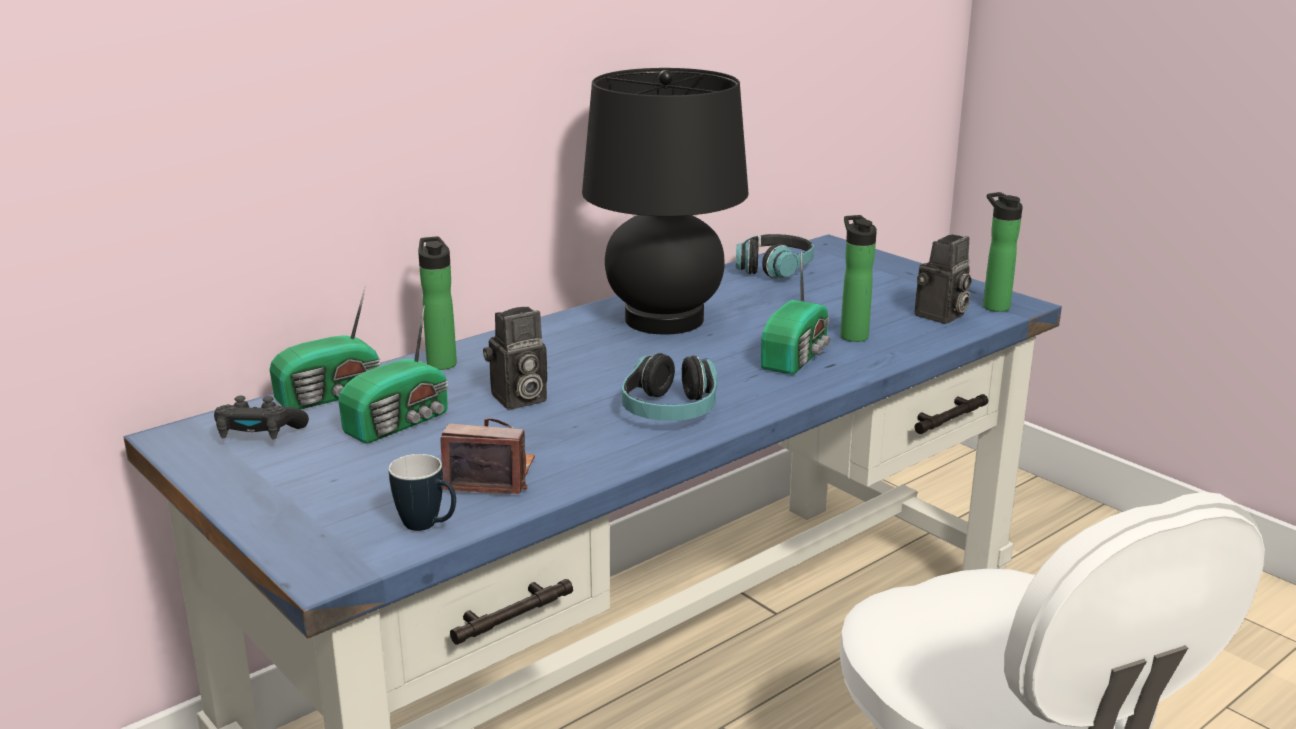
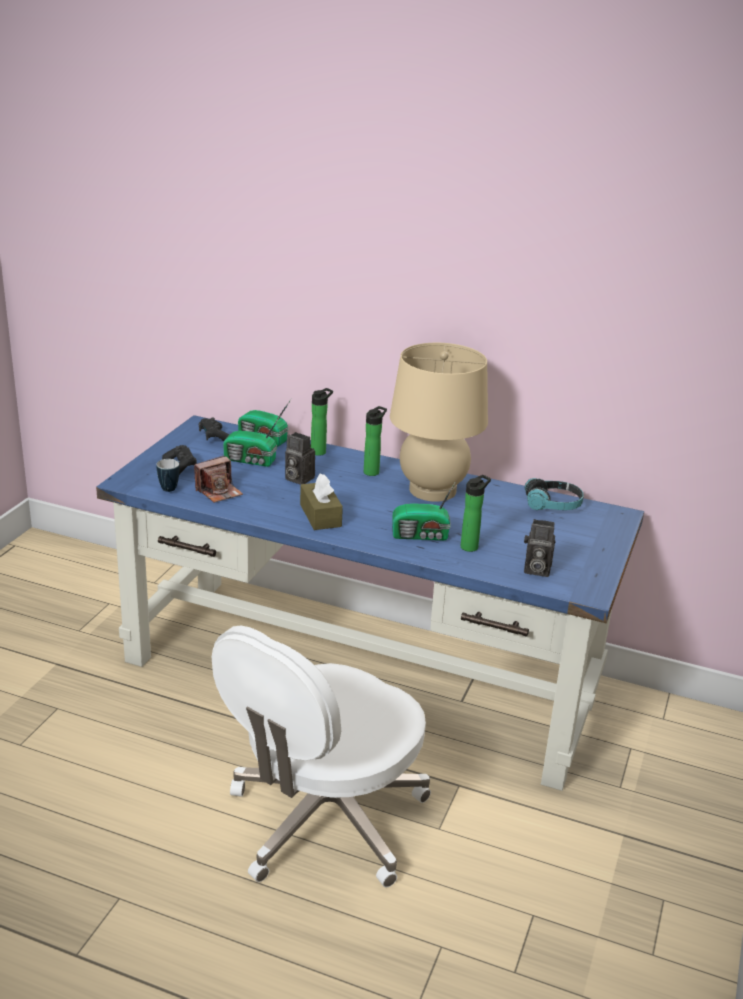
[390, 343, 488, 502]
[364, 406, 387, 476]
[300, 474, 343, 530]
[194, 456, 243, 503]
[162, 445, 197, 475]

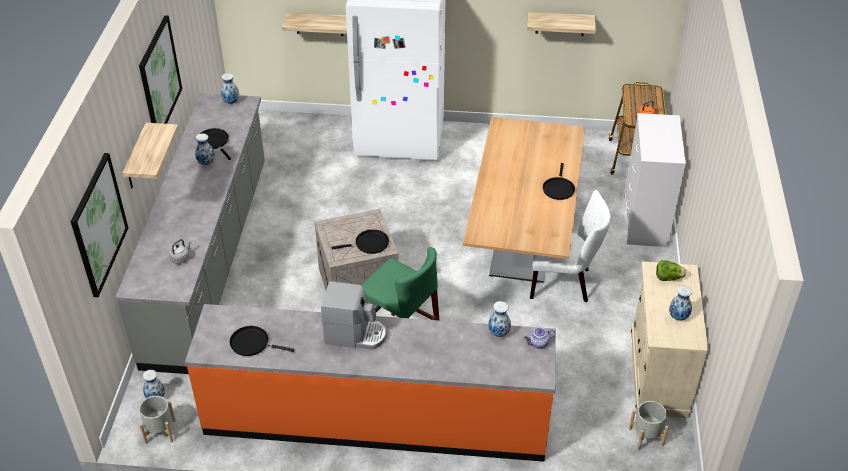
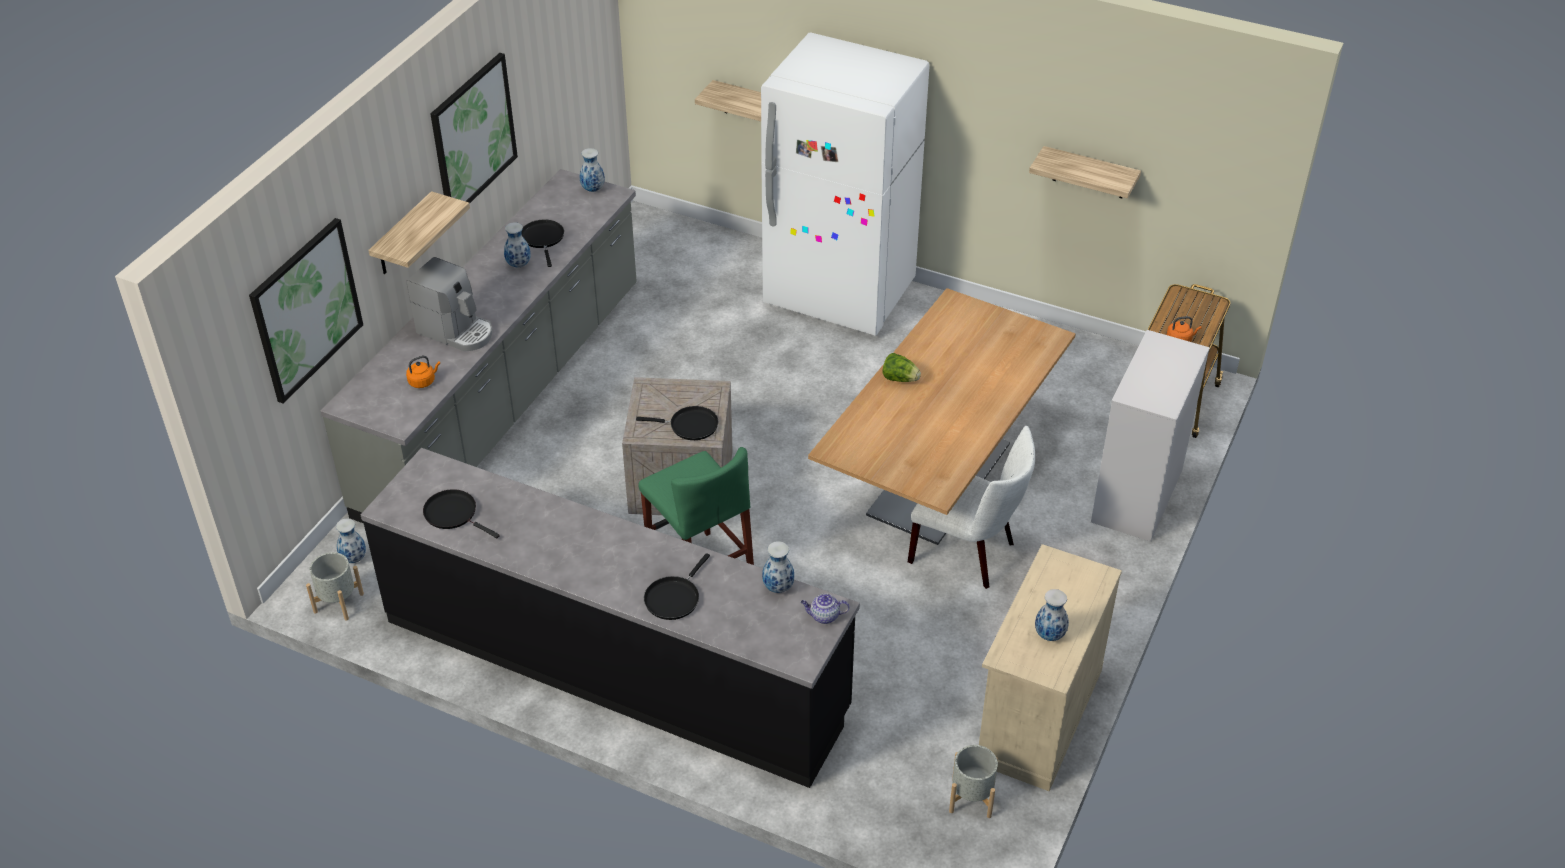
[644, 553, 710, 620]
[406, 356, 440, 388]
[882, 353, 921, 382]
[406, 257, 492, 352]
[361, 448, 860, 788]

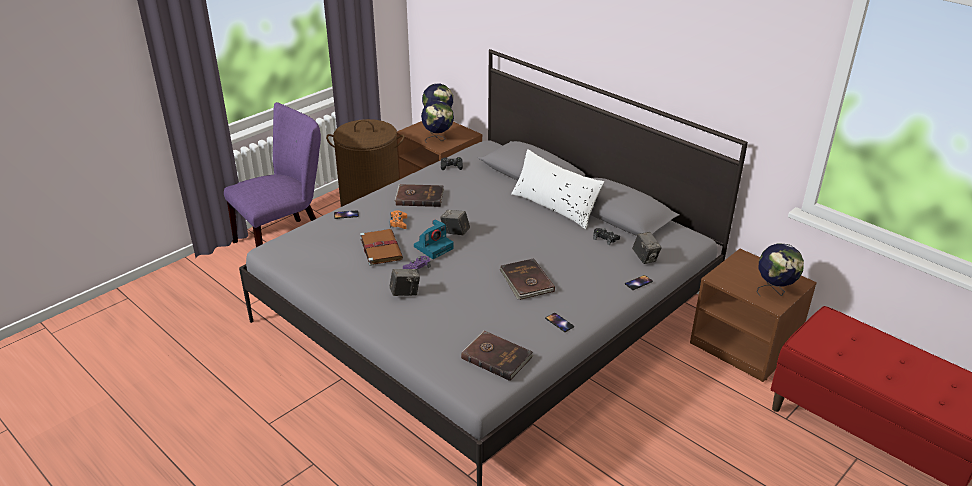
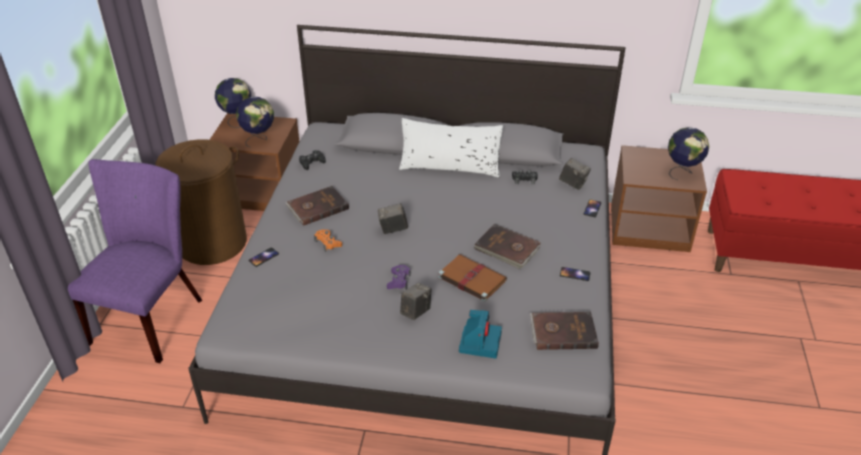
[459, 310, 502, 358]
[438, 254, 507, 302]

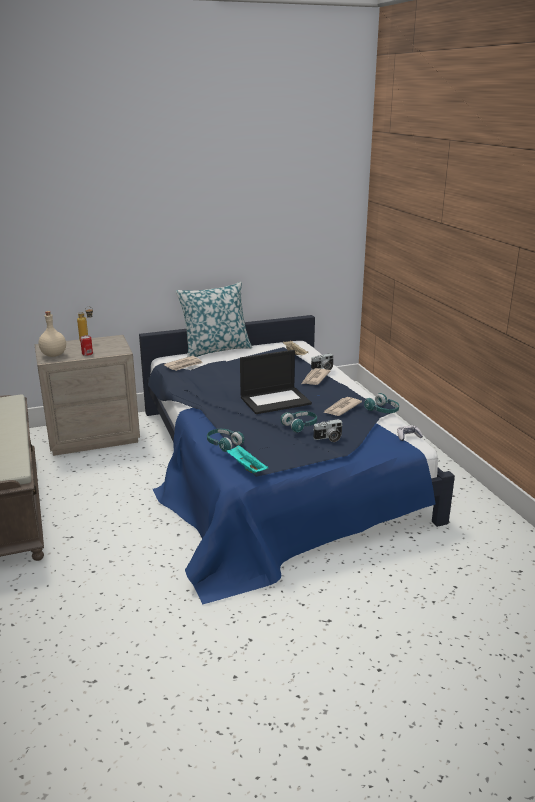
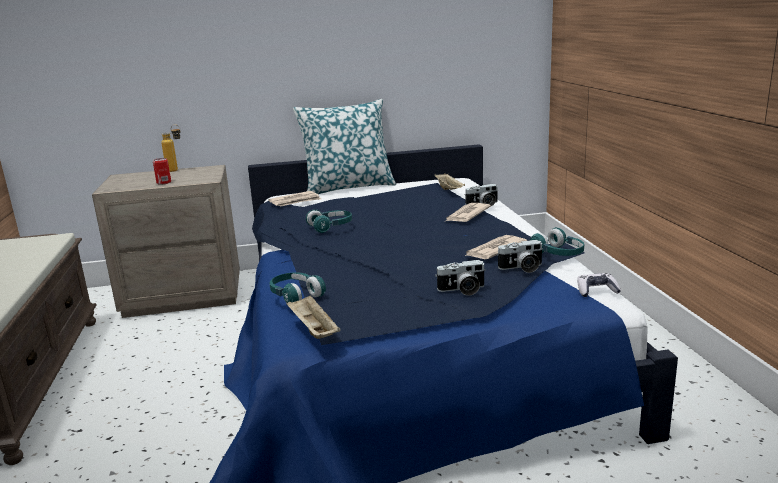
[38, 311, 66, 357] (first image)
[240, 350, 312, 414] (first image)
[306, 209, 352, 233]
[286, 295, 341, 339]
[498, 240, 543, 273]

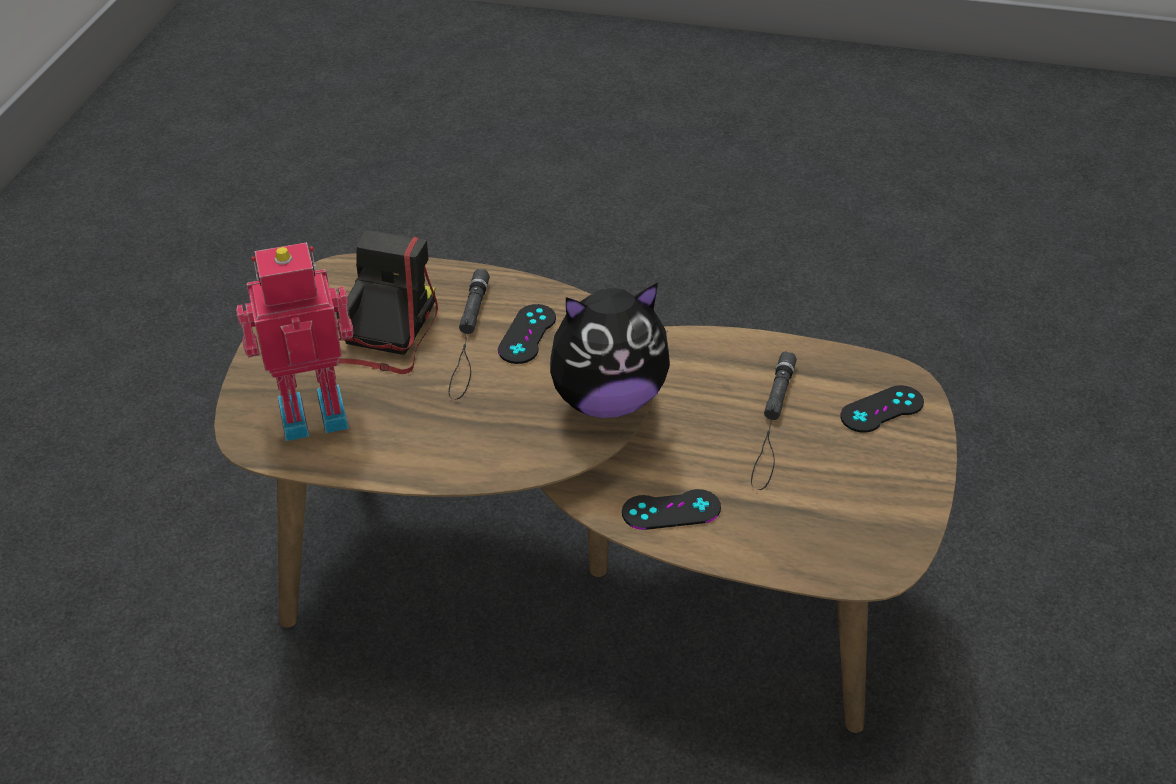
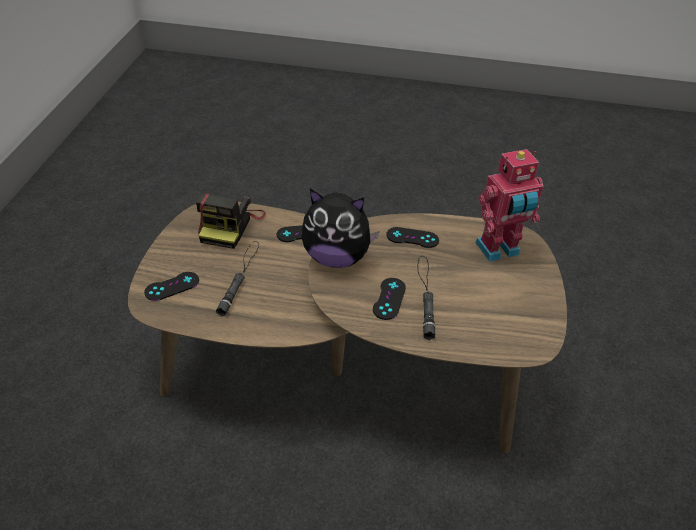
[196, 194, 266, 249]
[301, 189, 380, 268]
[386, 227, 439, 248]

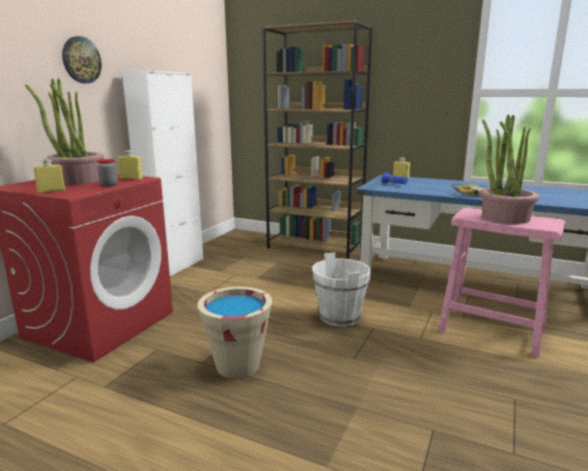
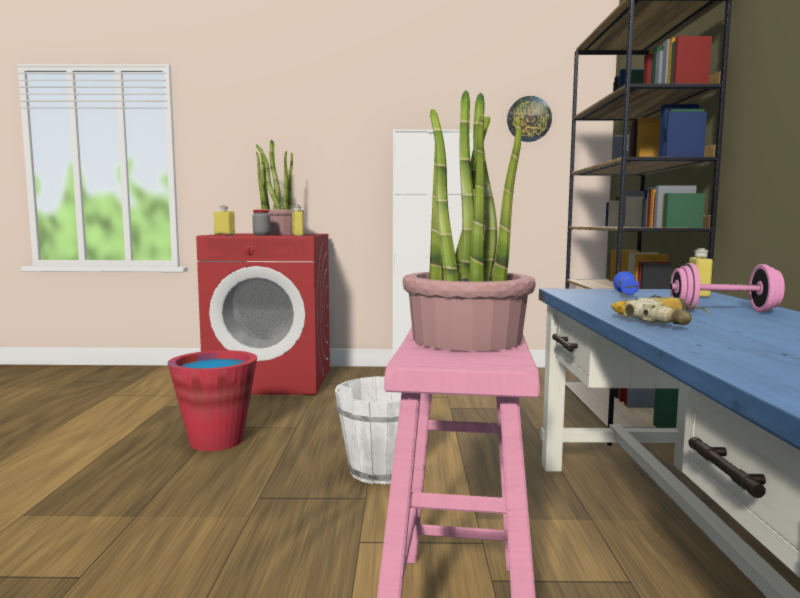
[507, 96, 552, 142]
[168, 350, 257, 451]
[670, 263, 785, 312]

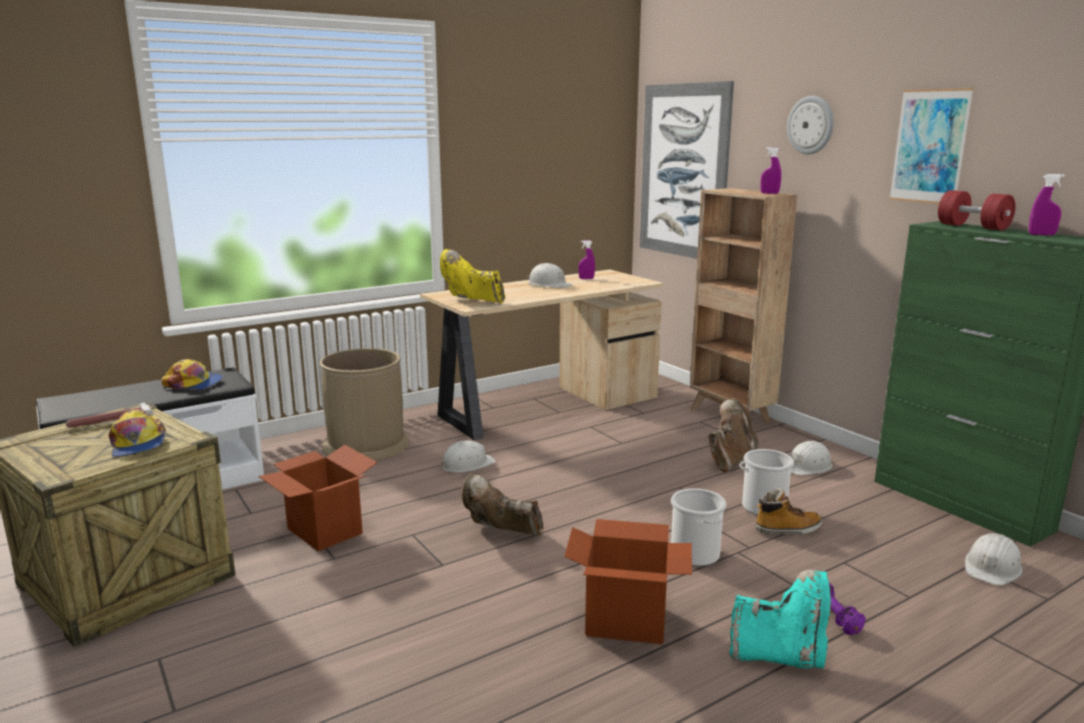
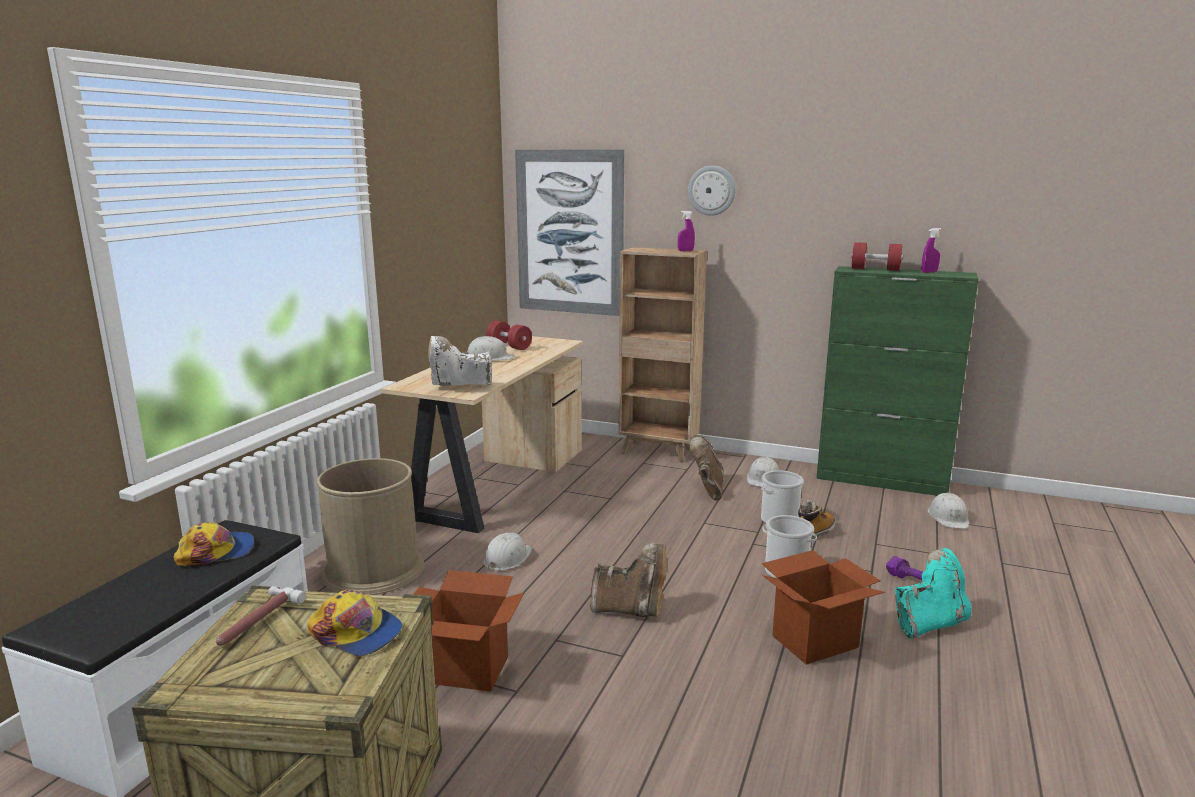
[889, 88, 974, 204] (first image)
[486, 320, 532, 350]
[428, 336, 492, 386]
[590, 543, 667, 617]

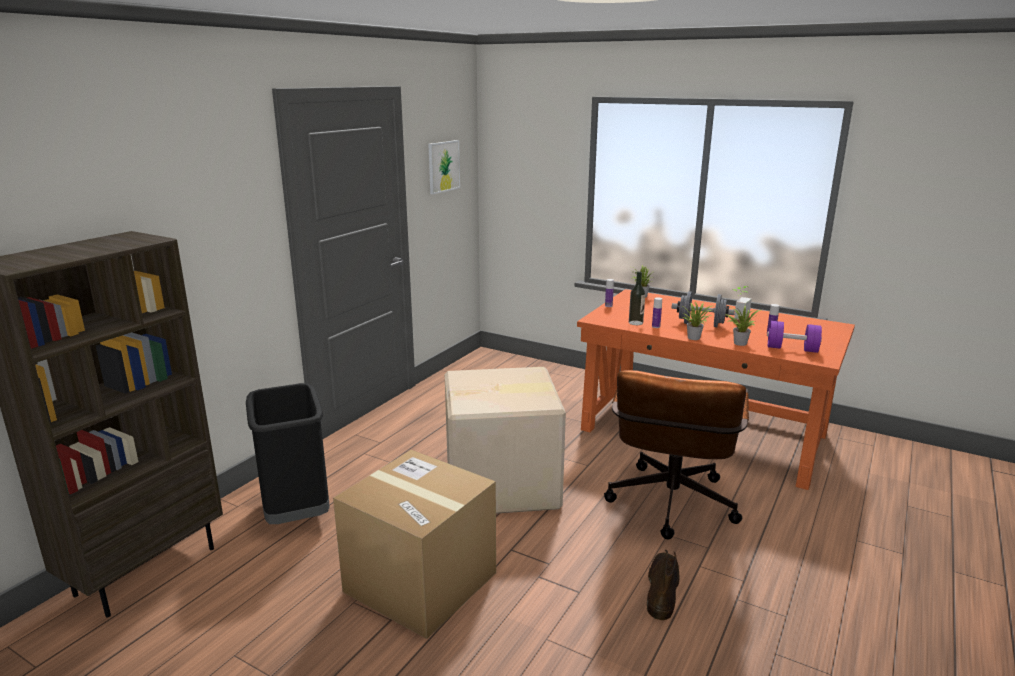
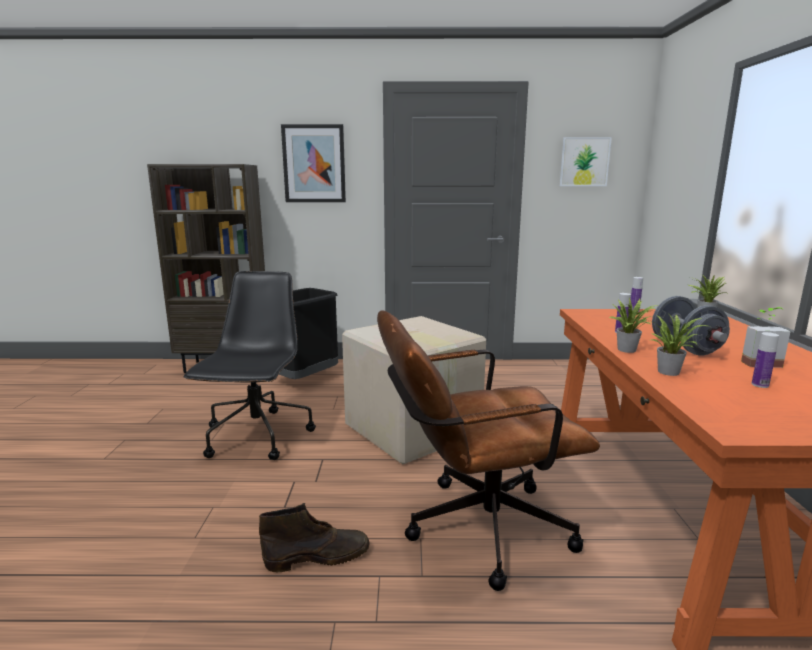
[629, 271, 645, 325] (first image)
[767, 321, 822, 353] (first image)
[183, 271, 316, 460]
[281, 124, 346, 202]

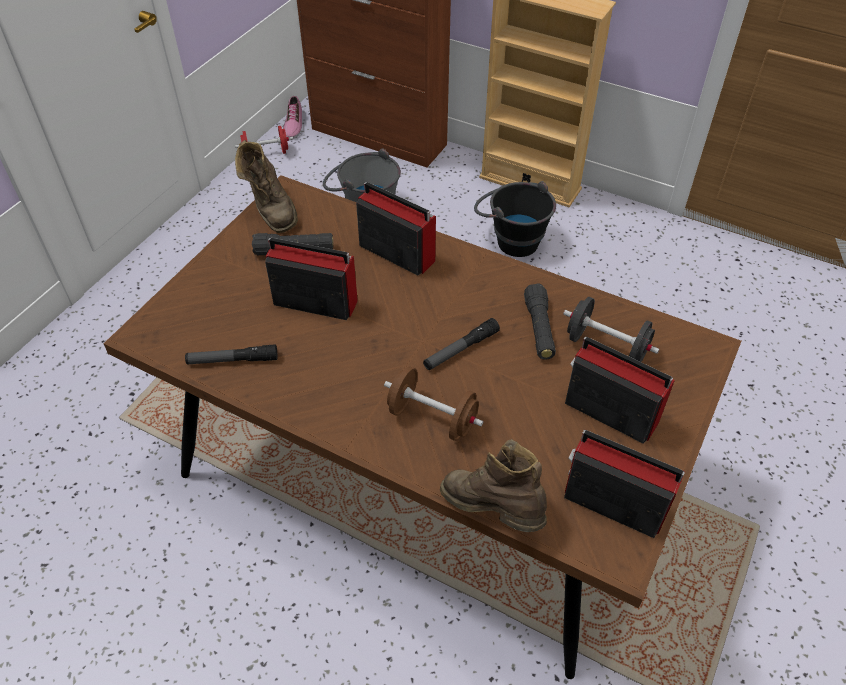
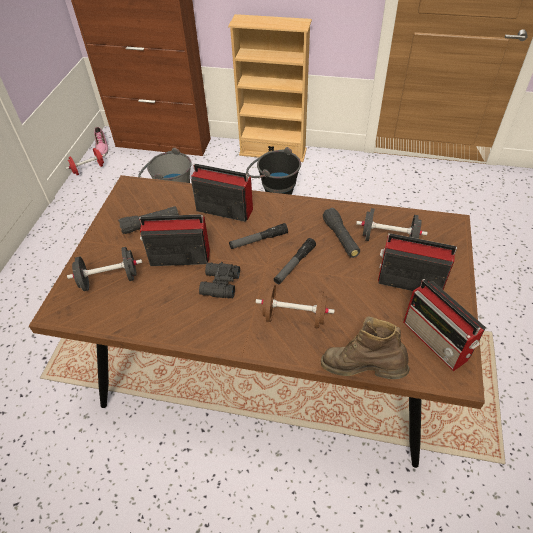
[235, 140, 298, 233] (first image)
[229, 223, 288, 249]
[403, 279, 486, 371]
[67, 247, 142, 291]
[199, 262, 240, 299]

